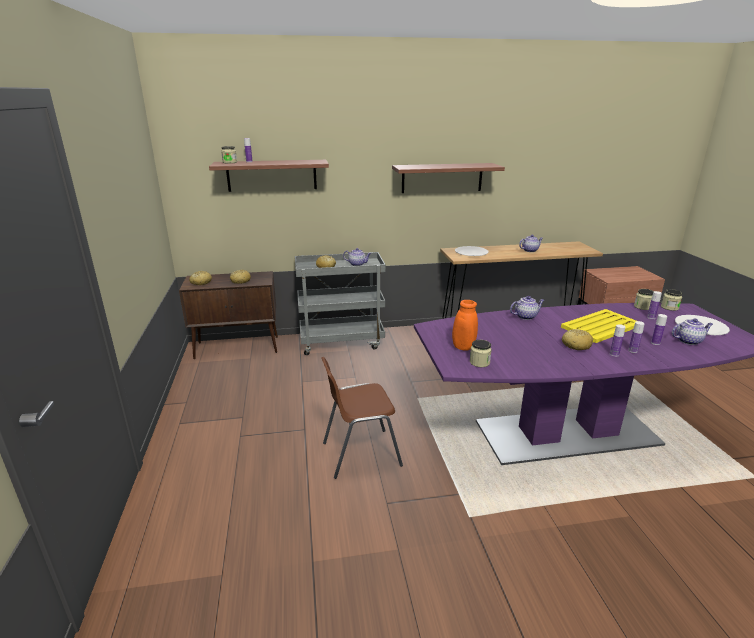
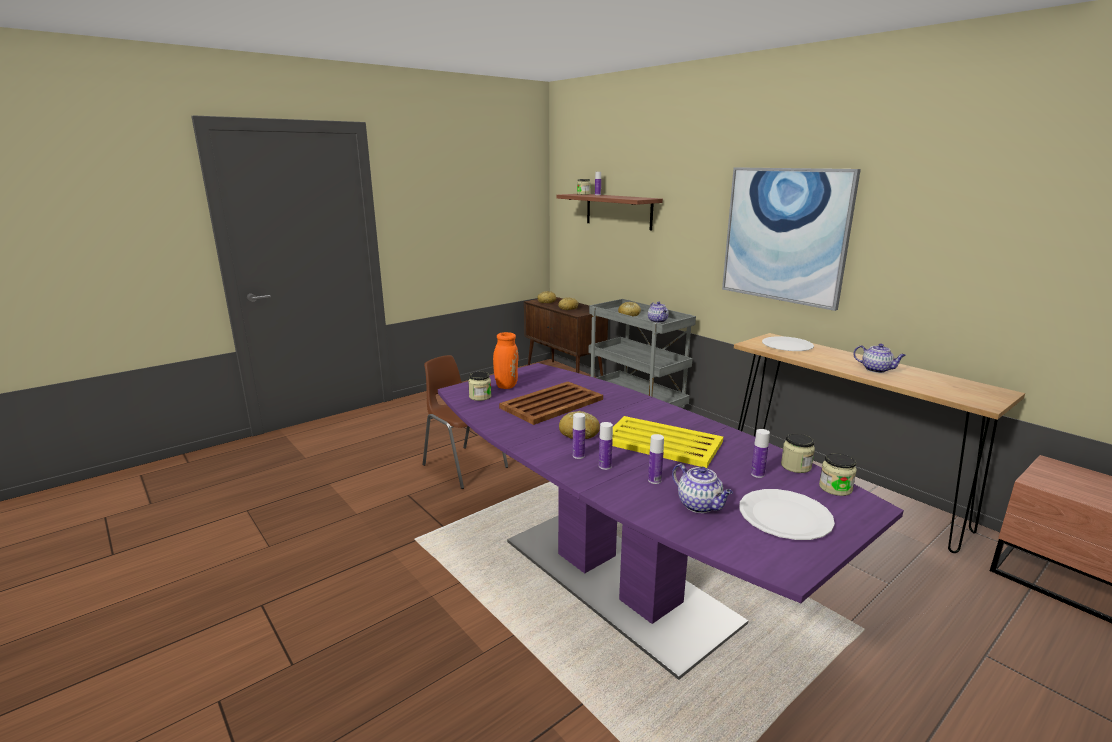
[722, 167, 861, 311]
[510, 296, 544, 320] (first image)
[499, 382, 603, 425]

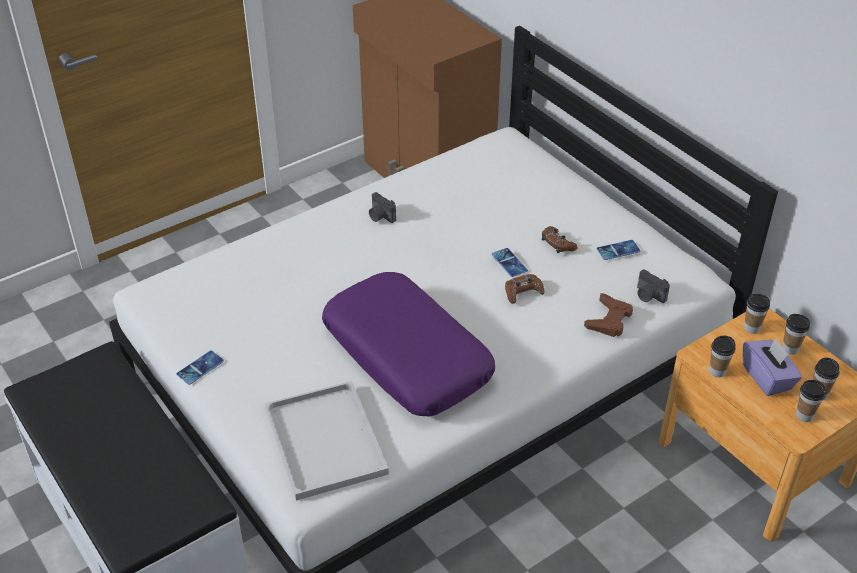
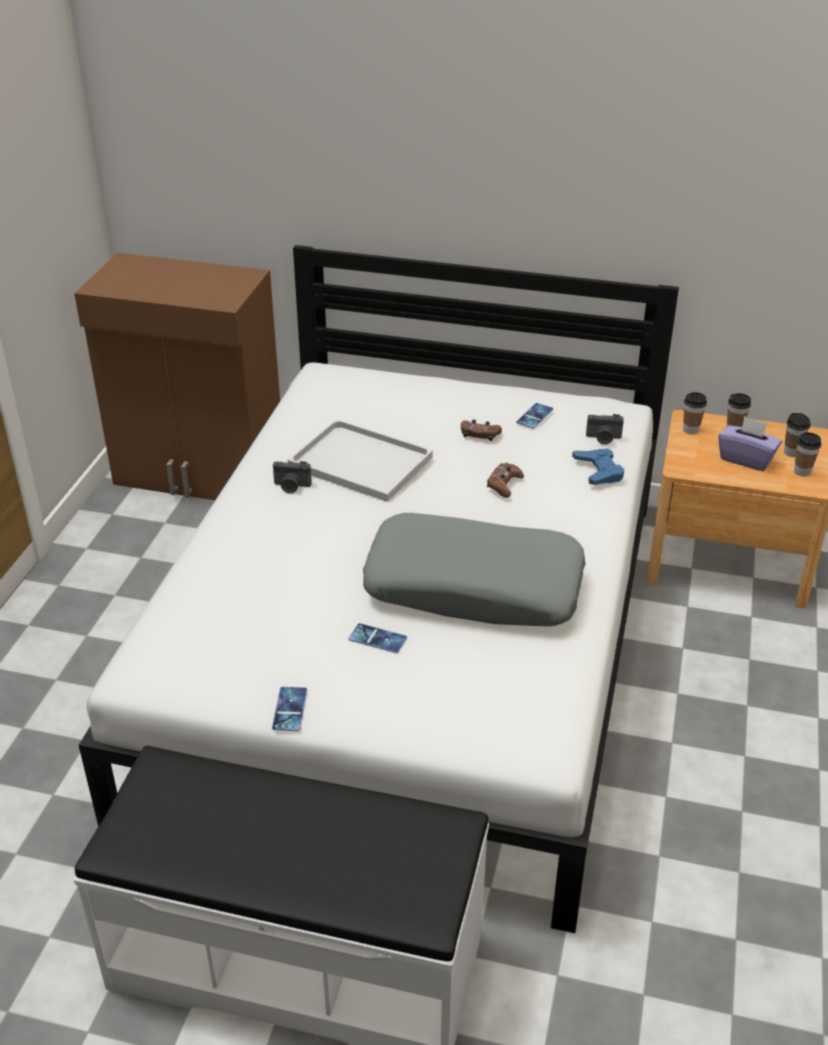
[349, 623, 407, 653]
[363, 513, 585, 626]
[572, 448, 624, 485]
[709, 336, 736, 377] (first image)
[288, 419, 433, 502]

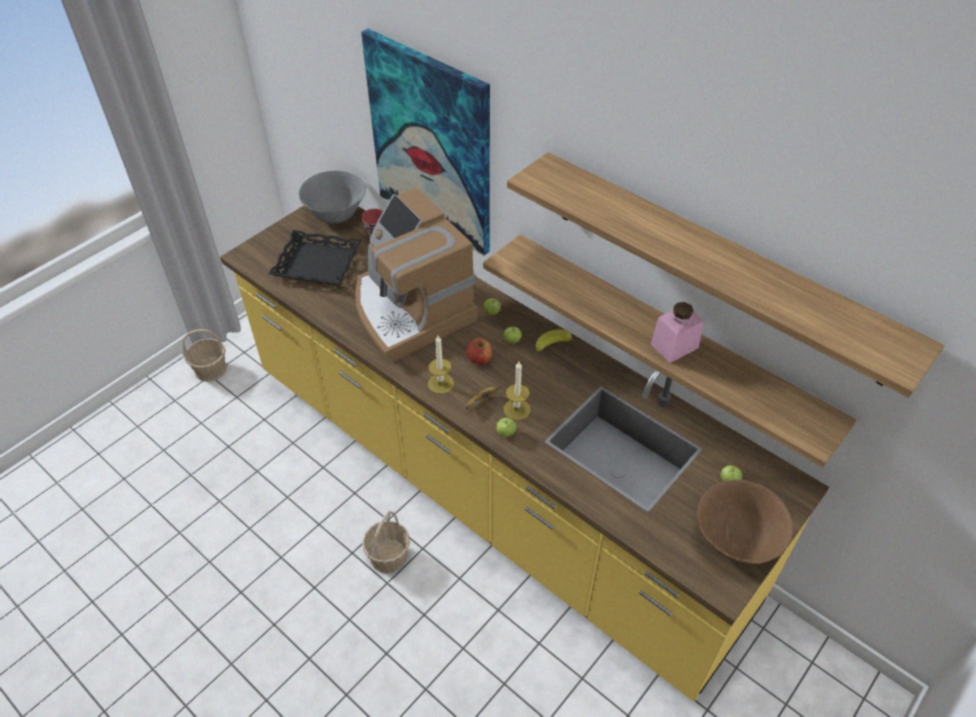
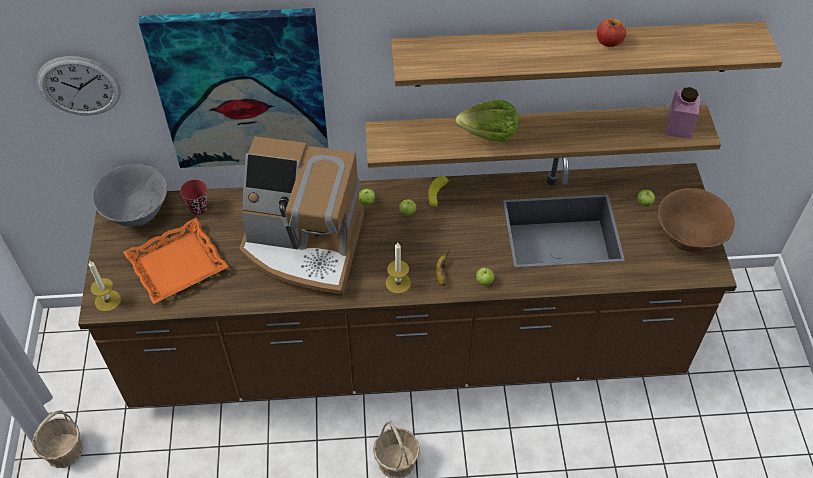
[78, 157, 737, 408]
[123, 218, 229, 304]
[666, 87, 700, 139]
[597, 18, 626, 47]
[88, 261, 121, 312]
[37, 56, 121, 116]
[456, 100, 519, 142]

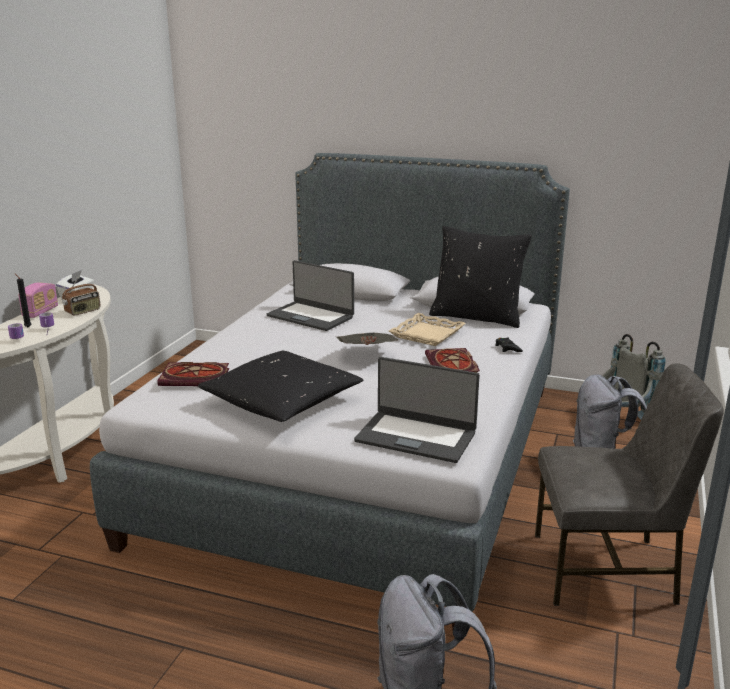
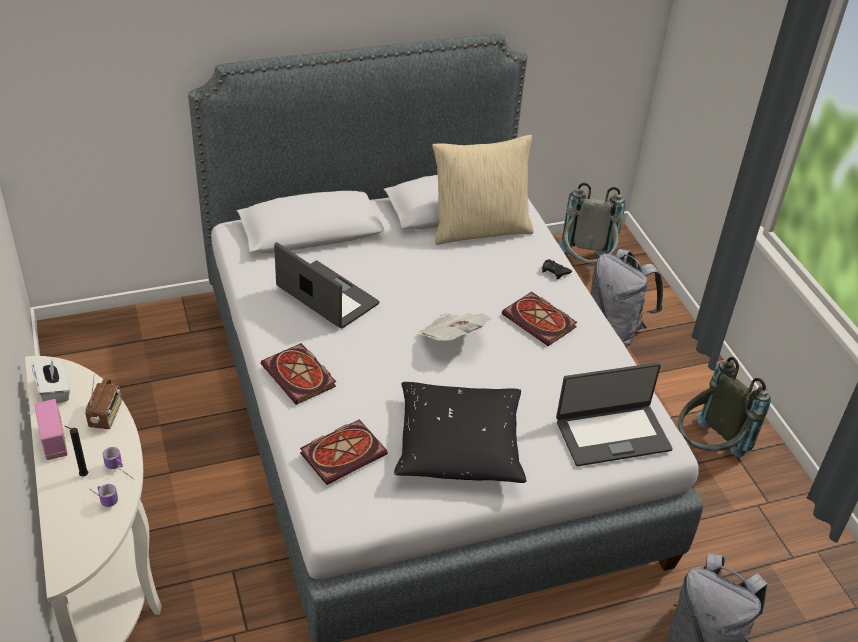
[432, 135, 534, 245]
[274, 242, 380, 329]
[389, 313, 466, 346] (first image)
[678, 357, 771, 457]
[261, 343, 336, 405]

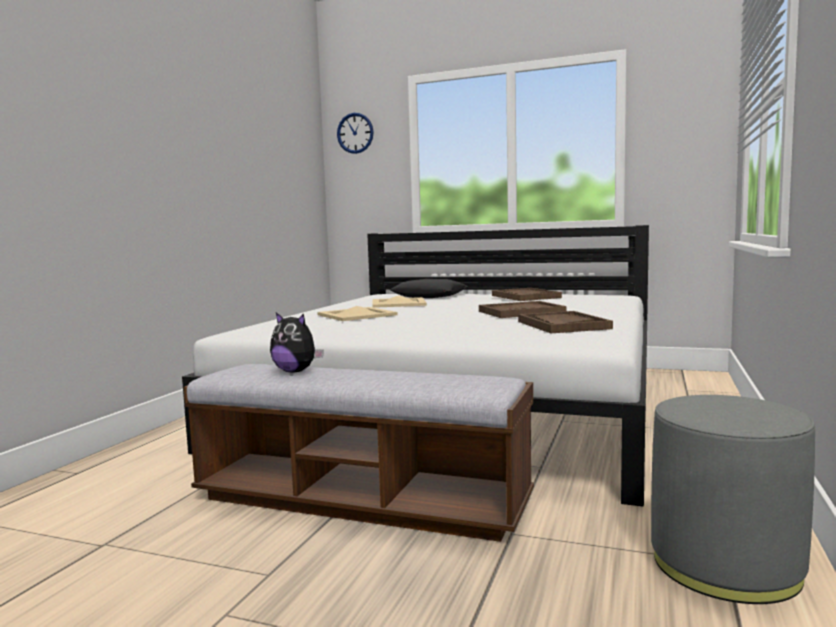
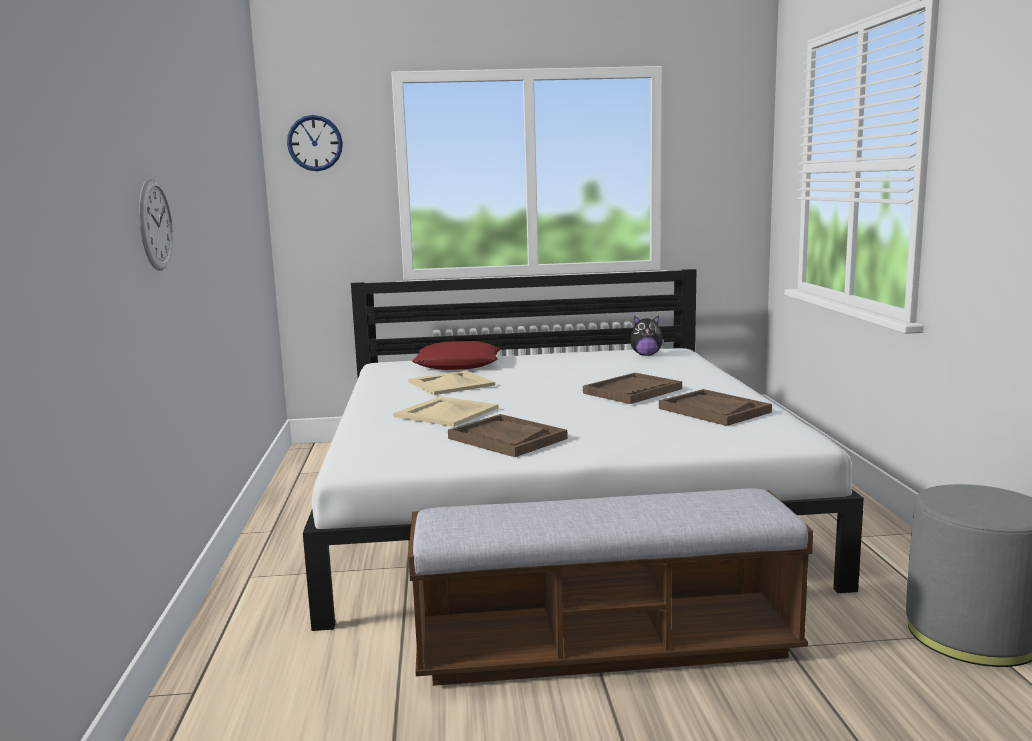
[412, 341, 500, 370]
[448, 414, 567, 457]
[630, 315, 664, 356]
[139, 178, 173, 271]

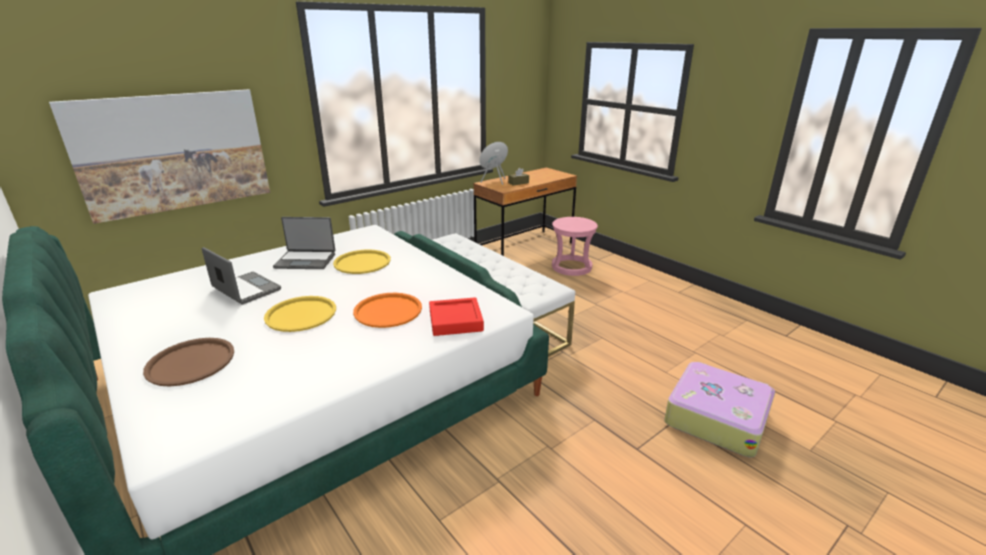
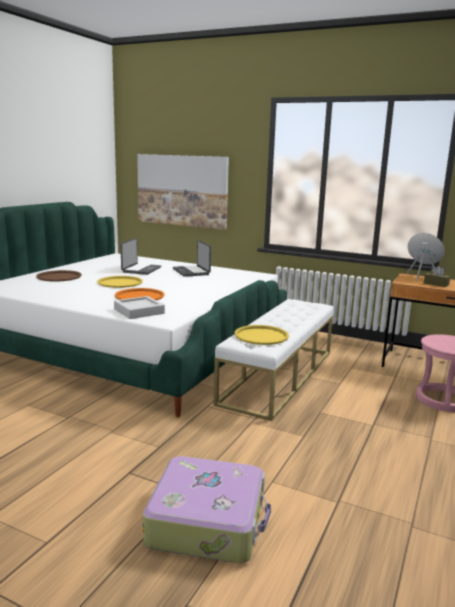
[235, 325, 289, 345]
[114, 296, 165, 319]

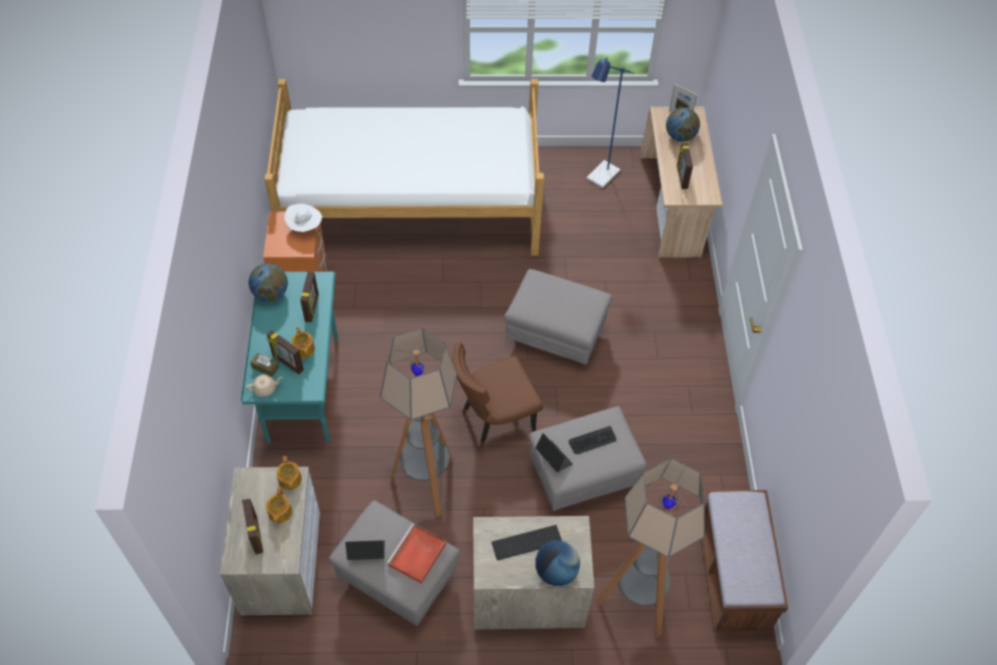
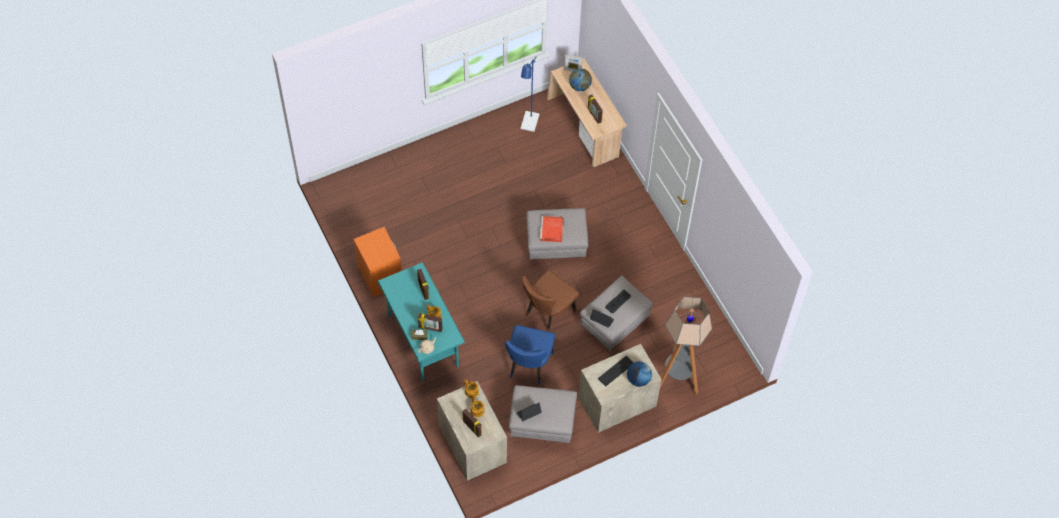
[264, 79, 544, 256] (first image)
[284, 204, 322, 232] (first image)
[249, 263, 288, 302] (first image)
[505, 325, 555, 384]
[701, 490, 788, 632] (first image)
[540, 216, 564, 242]

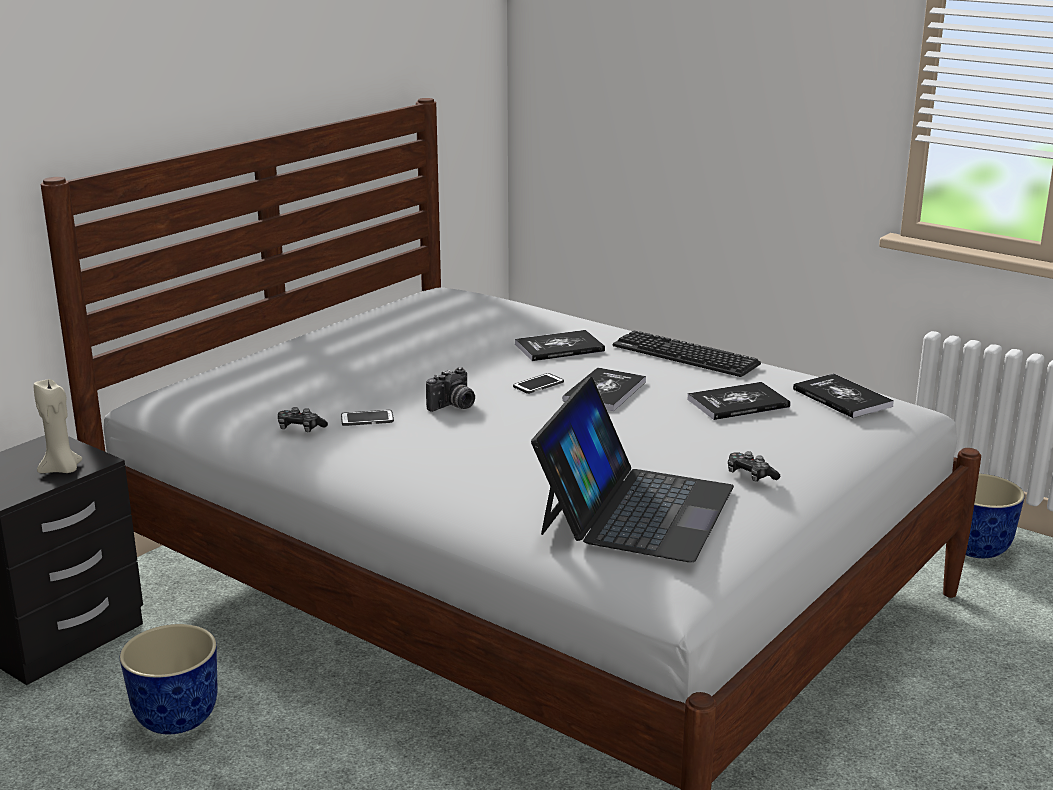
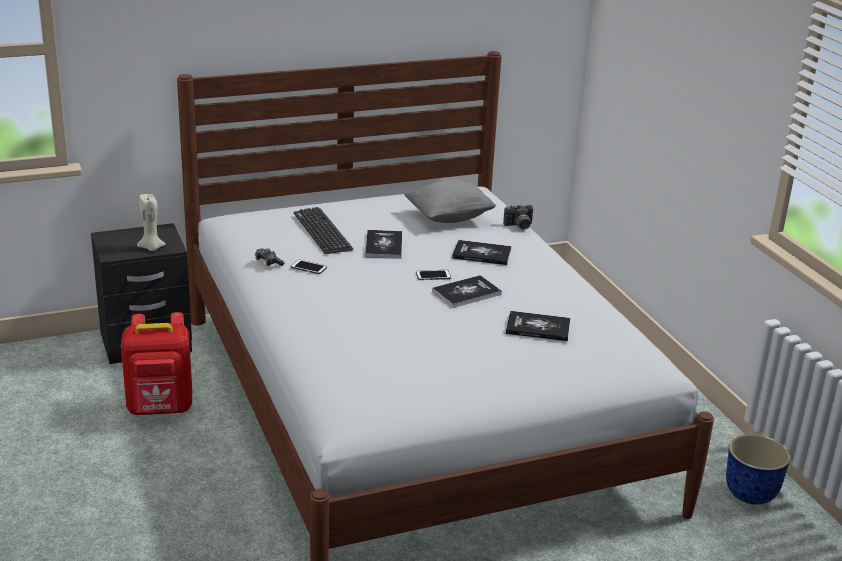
[294, 207, 353, 254]
[503, 204, 533, 230]
[365, 230, 402, 259]
[531, 377, 734, 562] (first image)
[728, 451, 780, 482] (first image)
[121, 312, 192, 415]
[404, 179, 496, 223]

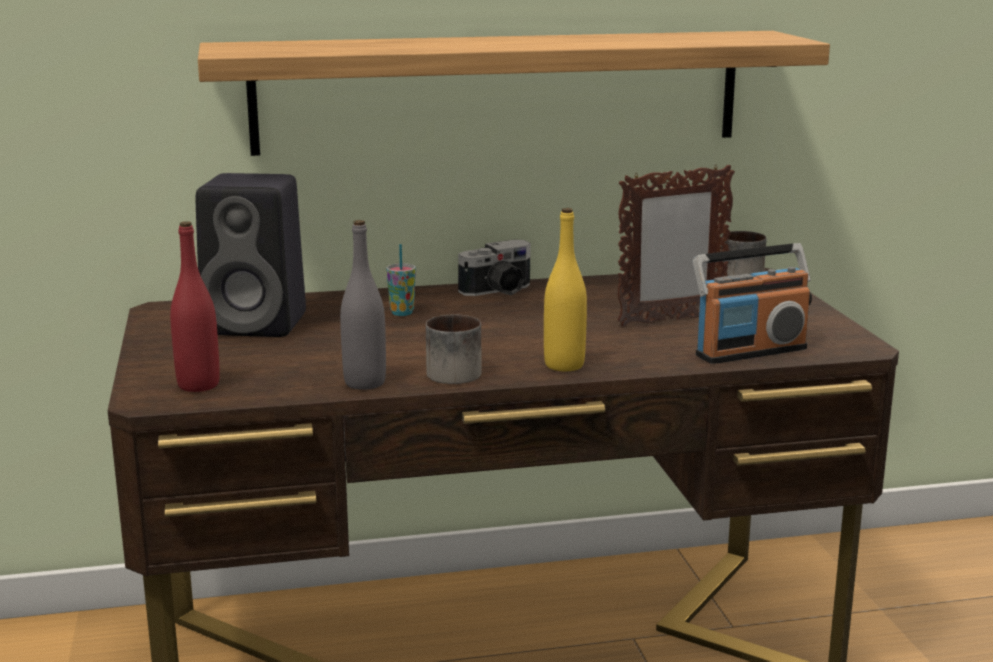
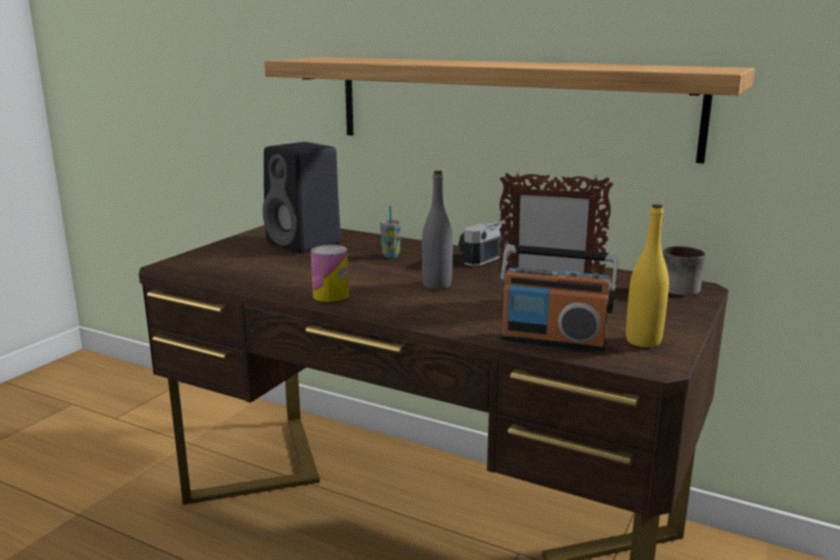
[626, 204, 669, 347]
[422, 170, 453, 289]
[170, 221, 220, 392] (first image)
[458, 222, 507, 266]
[311, 245, 349, 302]

